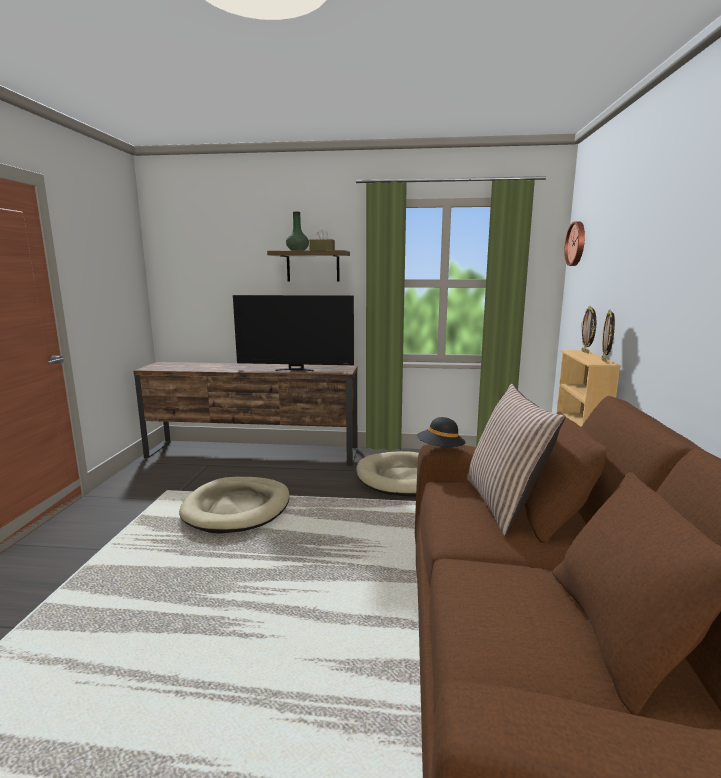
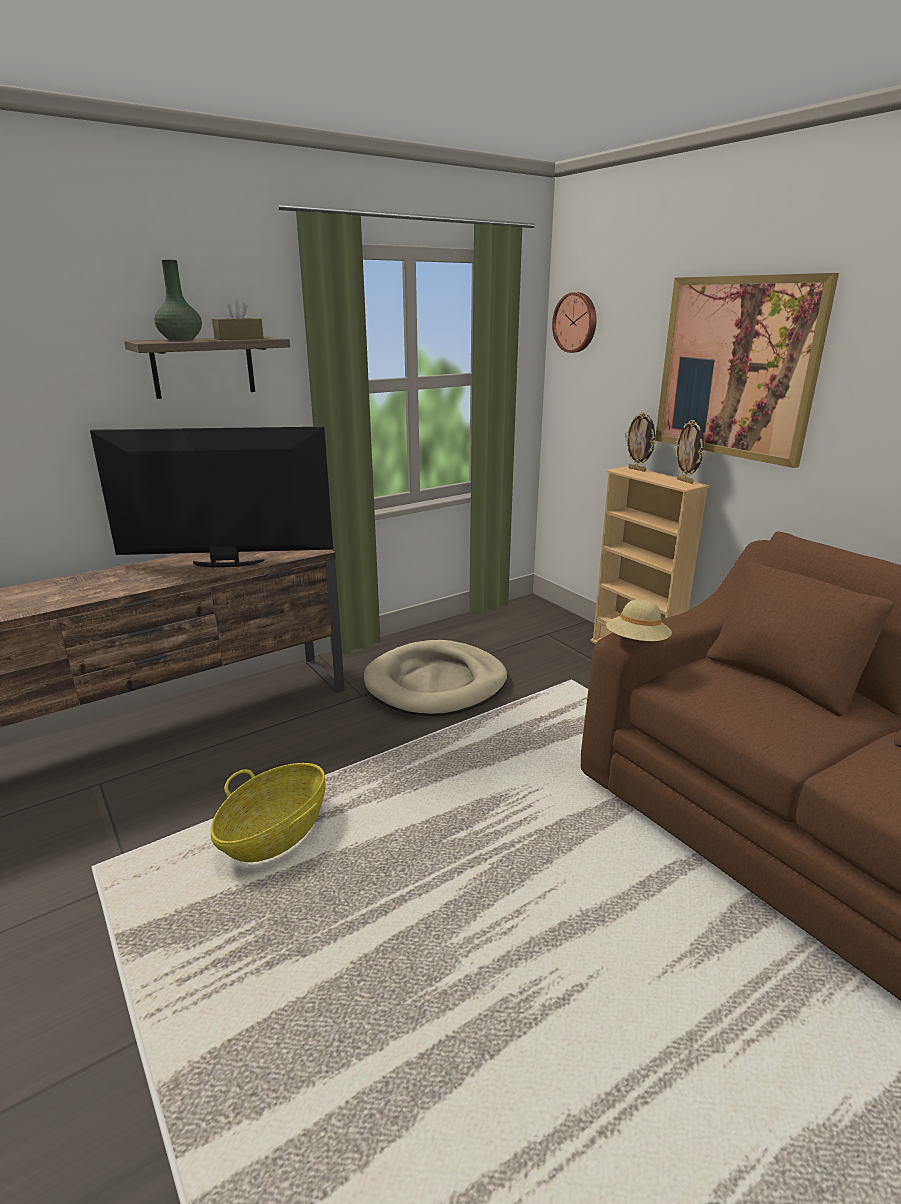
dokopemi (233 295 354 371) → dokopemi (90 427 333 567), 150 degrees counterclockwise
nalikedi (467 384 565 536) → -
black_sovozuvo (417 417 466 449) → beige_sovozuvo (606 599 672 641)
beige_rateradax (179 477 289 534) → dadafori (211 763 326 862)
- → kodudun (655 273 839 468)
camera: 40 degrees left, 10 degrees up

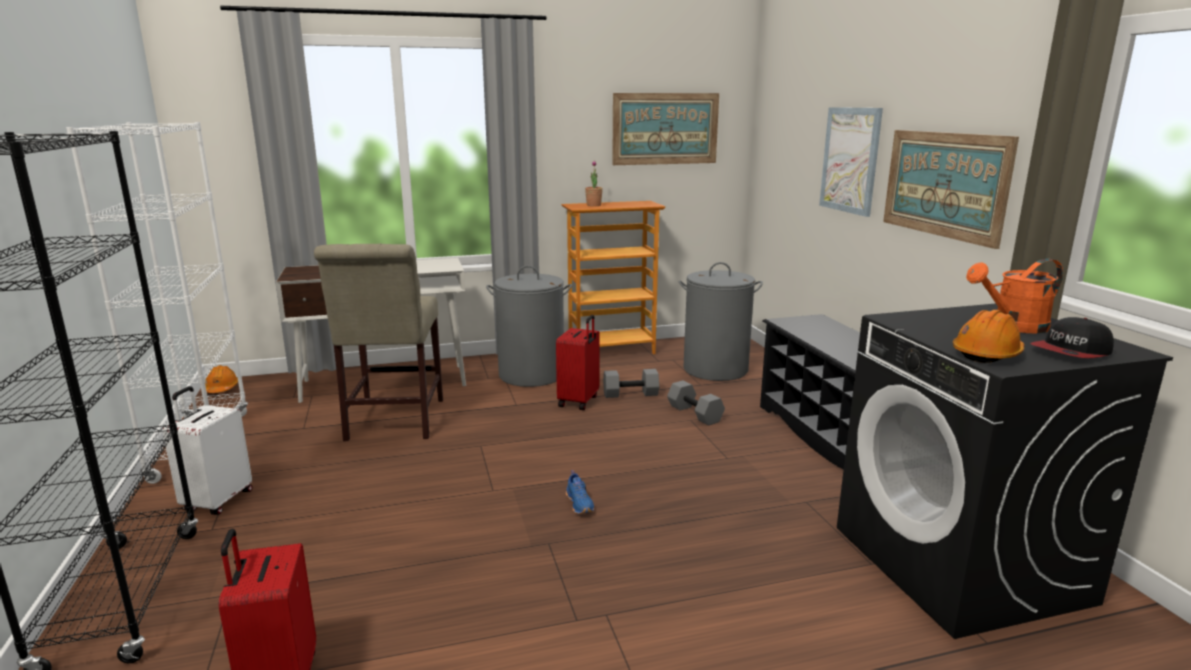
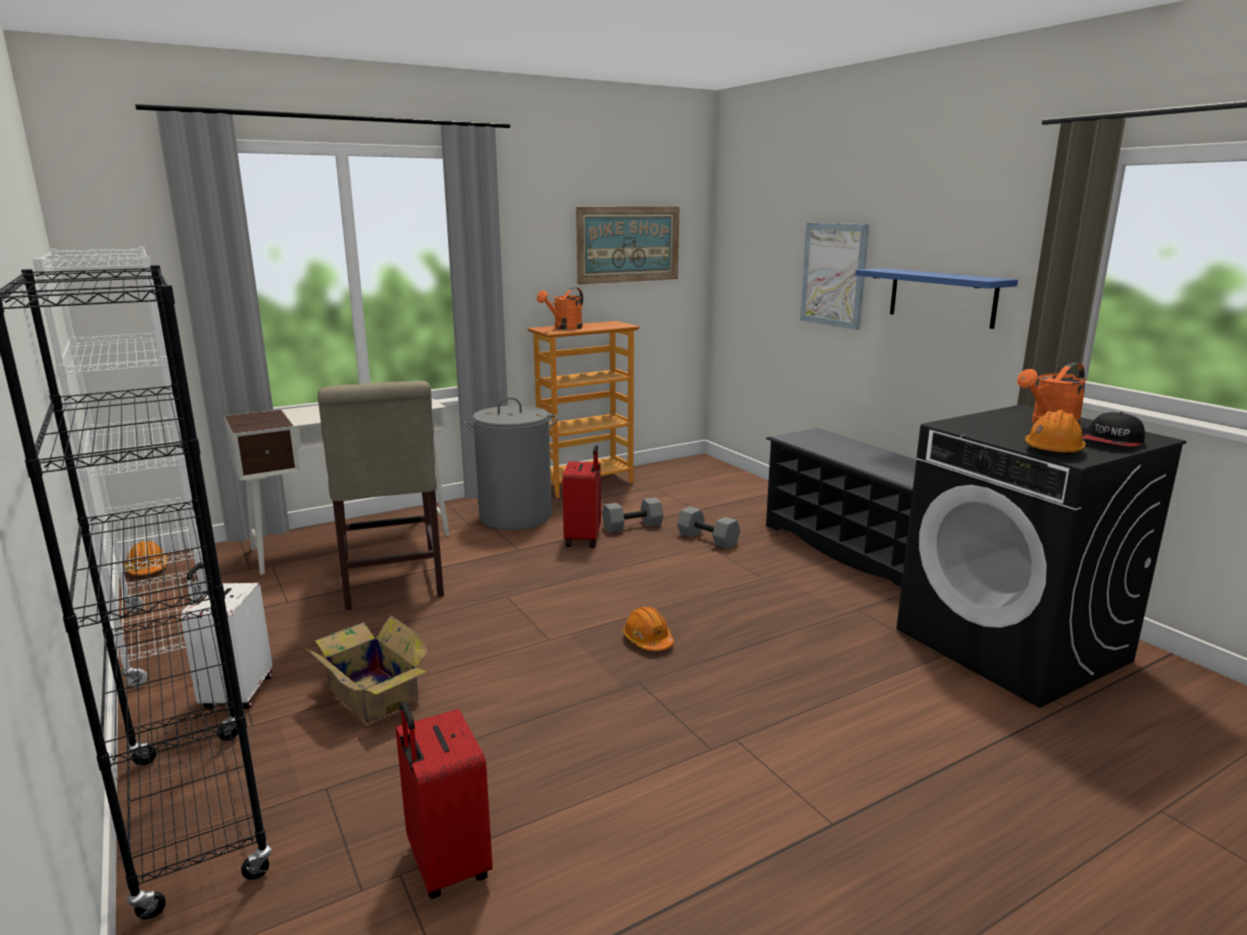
kodudun (883 130 1019 249) → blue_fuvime (855 268 1018 329)
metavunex (585 161 603 206) → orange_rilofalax (537 287 583 330)
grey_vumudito (679 262 763 381) → -
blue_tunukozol (566 470 594 514) → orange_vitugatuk (623 607 674 651)
- → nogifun (304 615 429 723)
camera: 15 degrees left, 0 degrees up

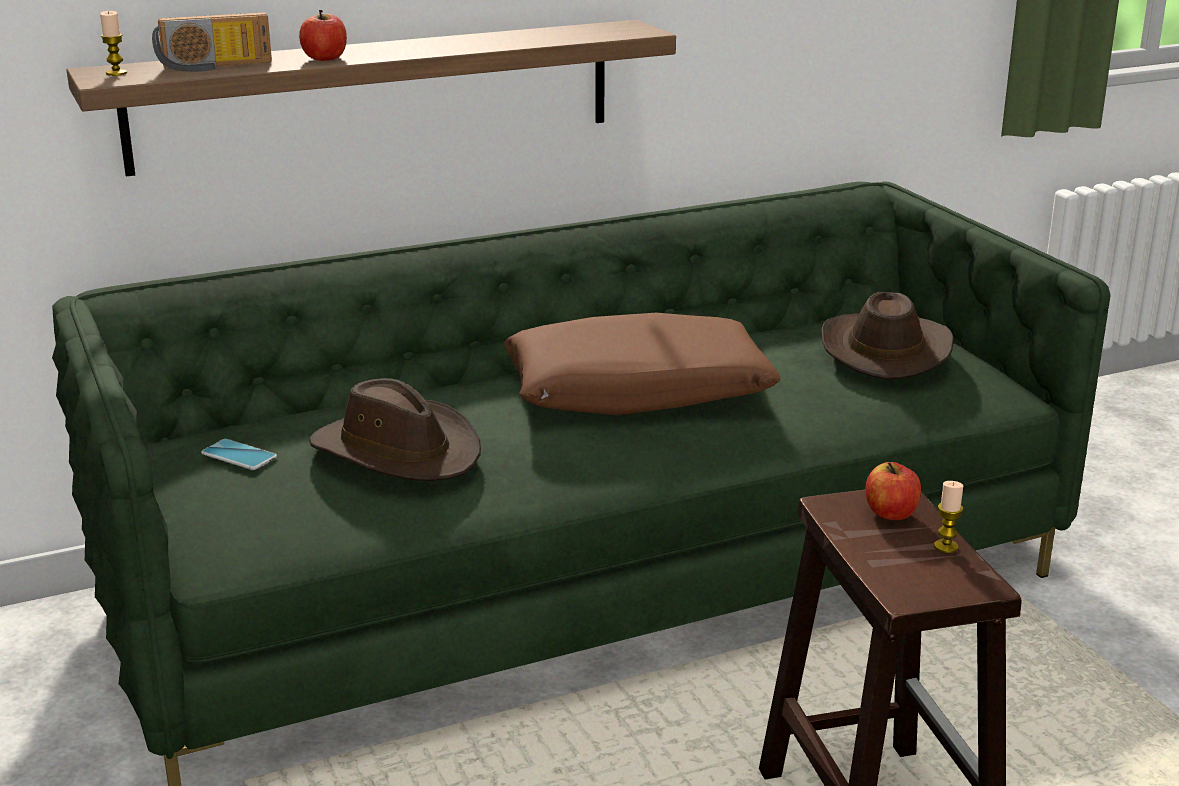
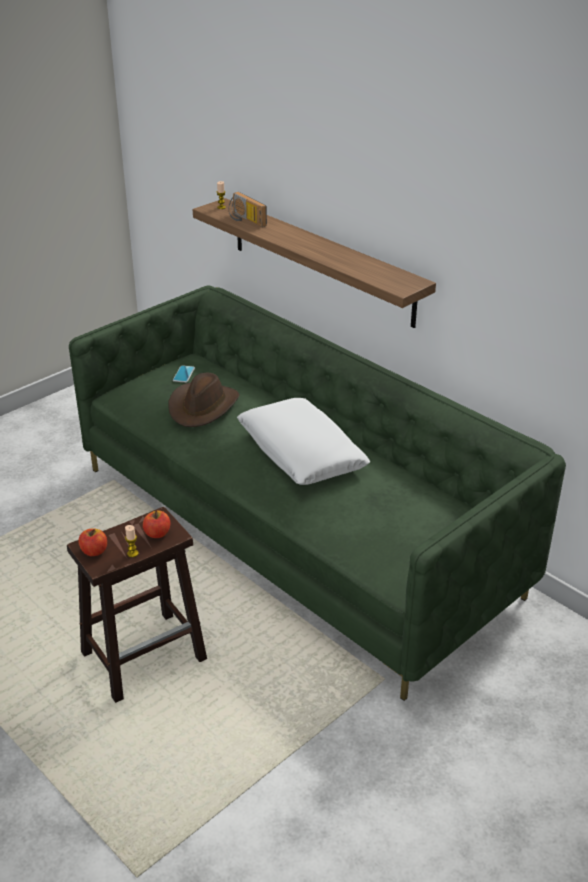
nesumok (299 10 347 61) → nesumok (78 528 107 556), relocated
brown_sovozuvo (821 292 954 379) → -
brown_nalikedi (504 313 781 415) → white_nalikedi (237 398 370 485)
camera: 70 degrees right, 10 degrees up

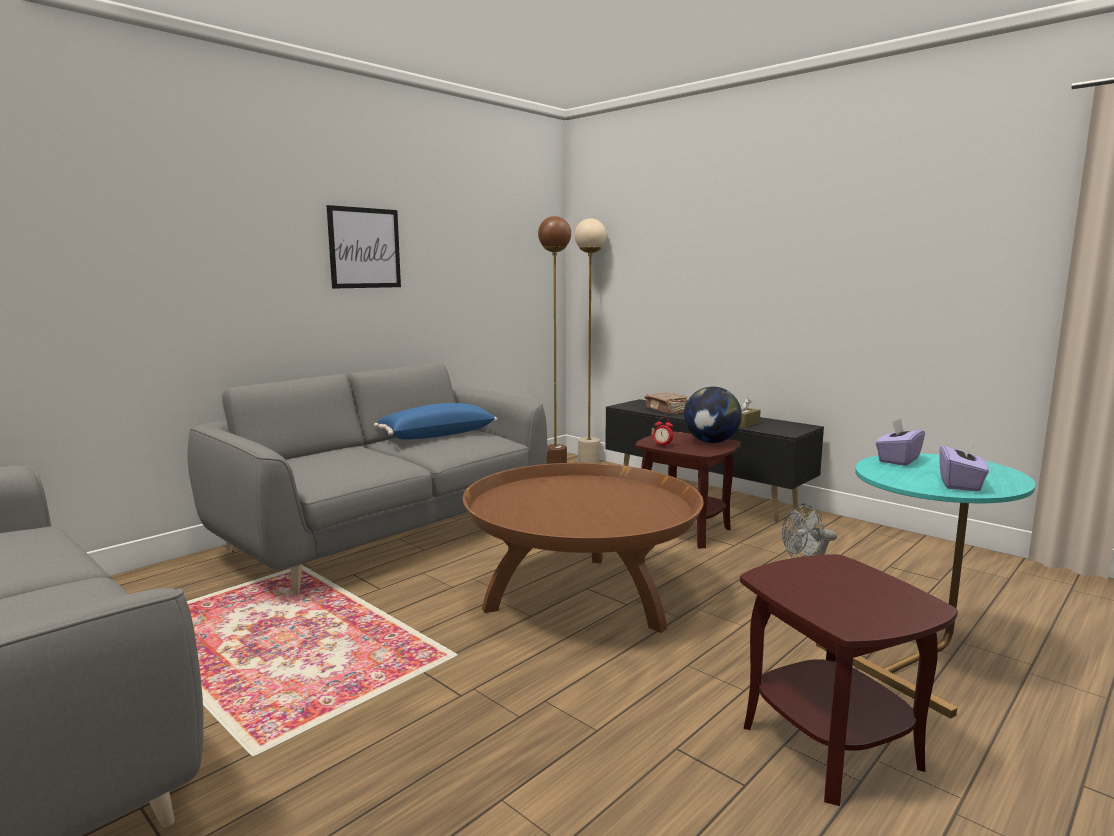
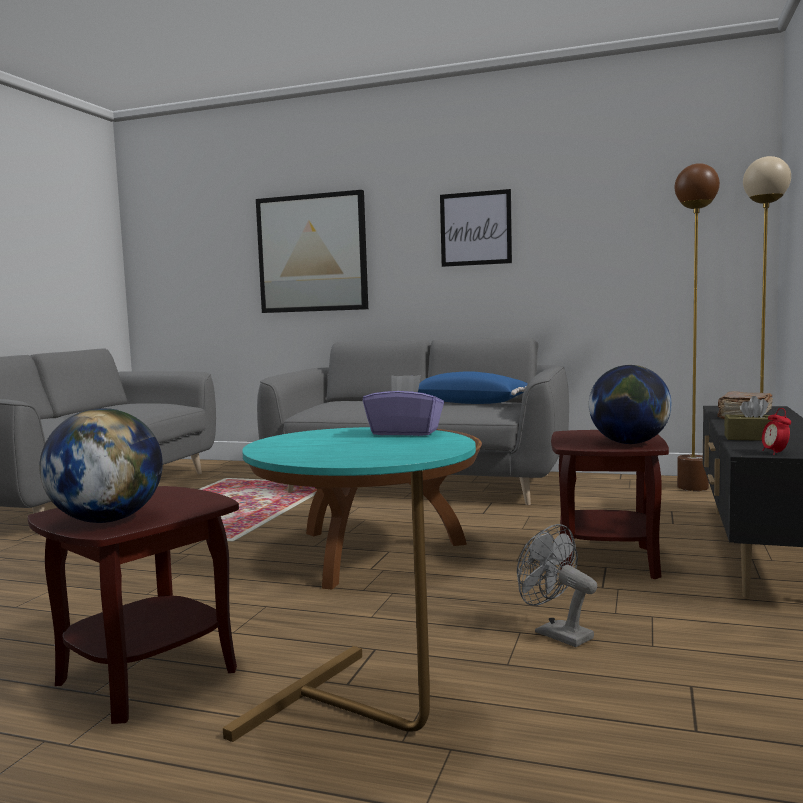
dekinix (653 417 673 446) → dekinix (762 408 791 455), relocated
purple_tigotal (939 439 989 492) → -
- → kodudun (256 190 368 313)
- → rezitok (39 408 163 523)
camera: 65 degrees right, 5 degrees down

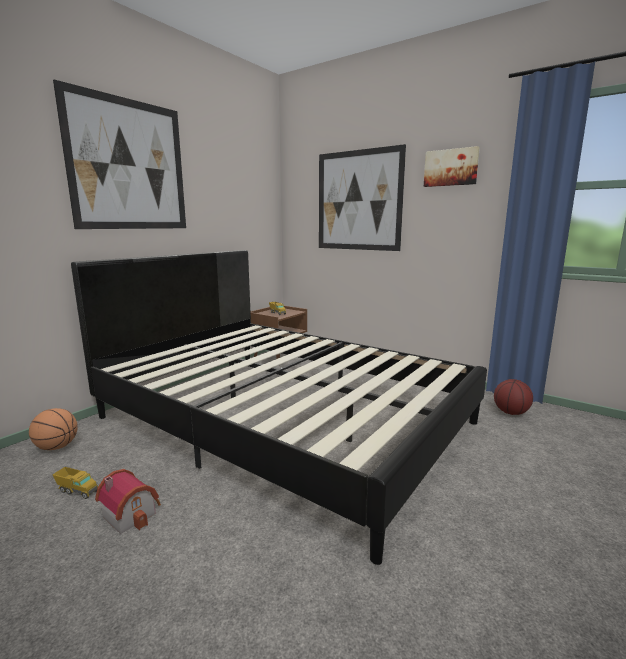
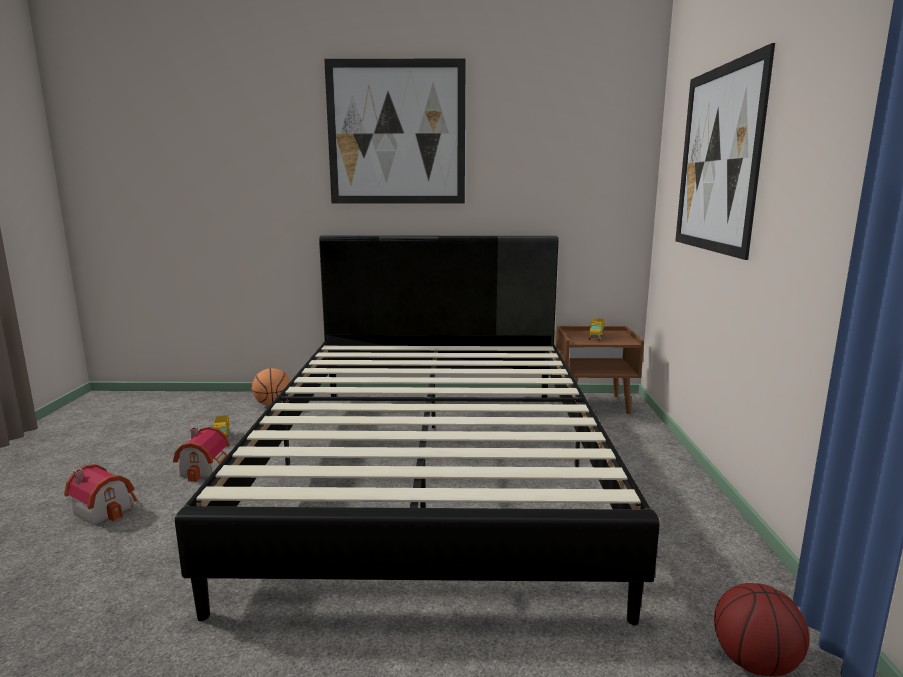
kodudun (424 146 480 187) → -
- → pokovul (64 464 138 525)
camera: 55 degrees right, 0 degrees up

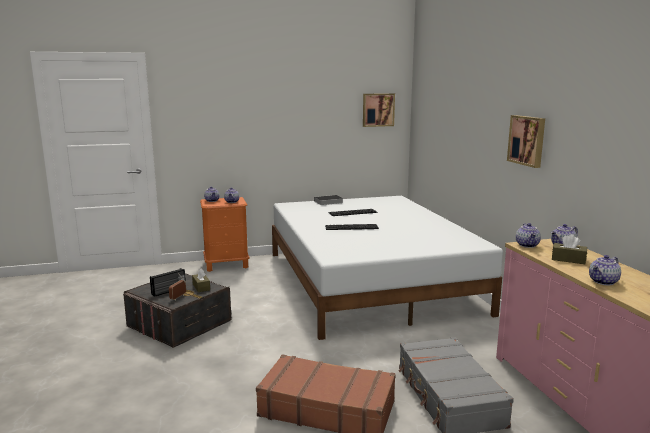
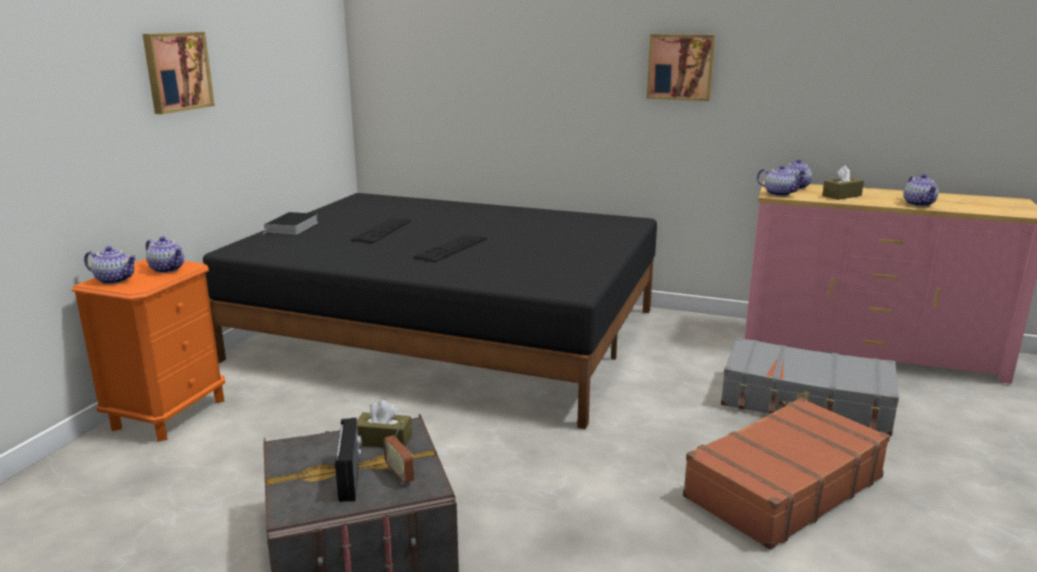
kodudun (363 93 395 127) → kodudun (142 32 215 114), relocated
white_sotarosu (272 196 503 340) → black_sotarosu (203 193 657 429)
camera: 55 degrees left, 5 degrees up

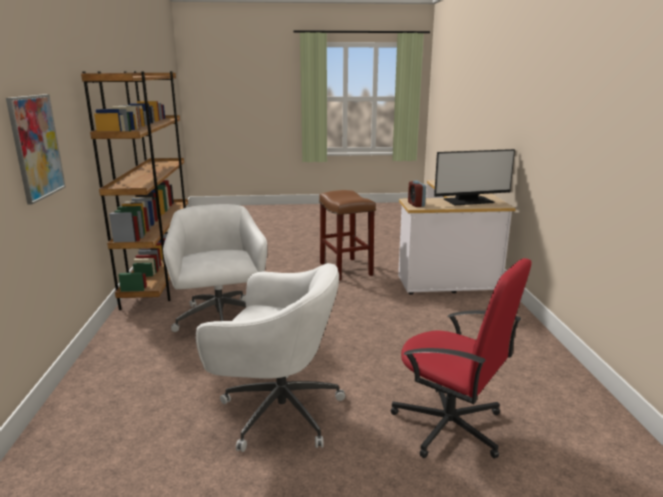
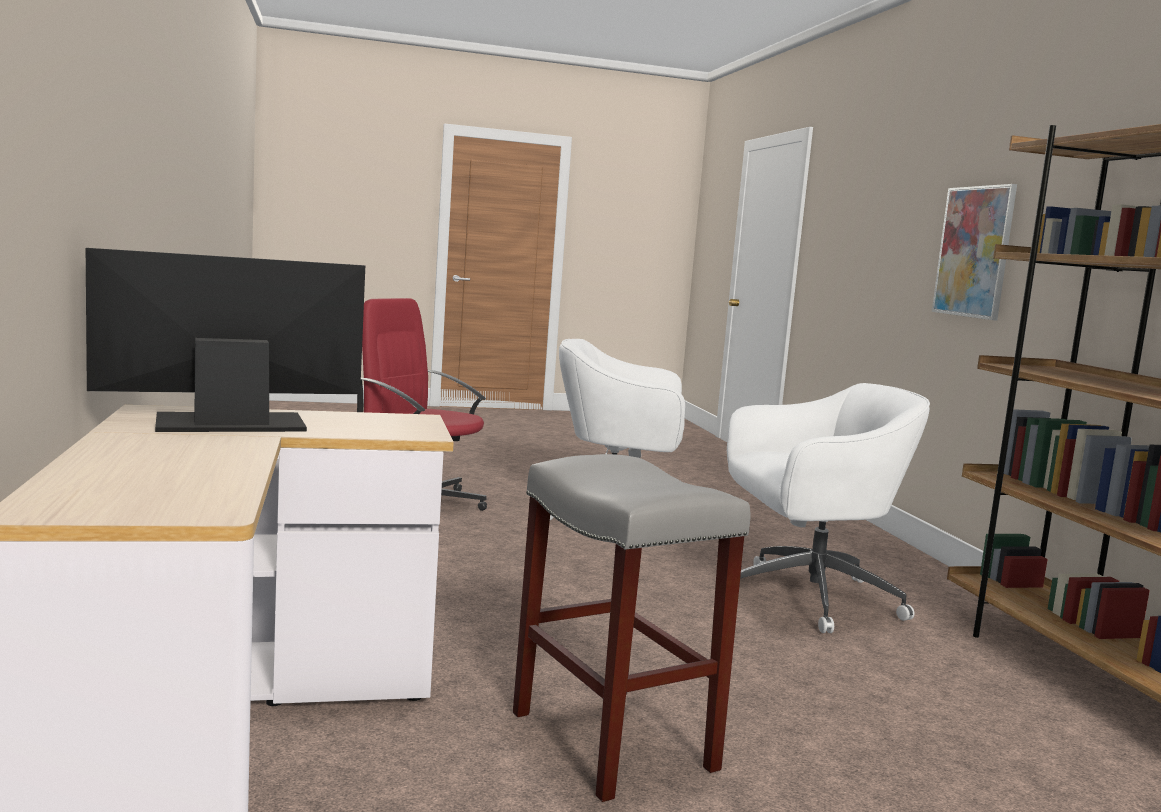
dekinix (408 181 426 207) → -
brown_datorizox (319 190 376 281) → grey_datorizox (513 454 750 802)
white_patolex (163 204 267 332) → white_patolex (727 383 930 633), 75 degrees counterclockwise
camera: 170 degrees right, 10 degrees down

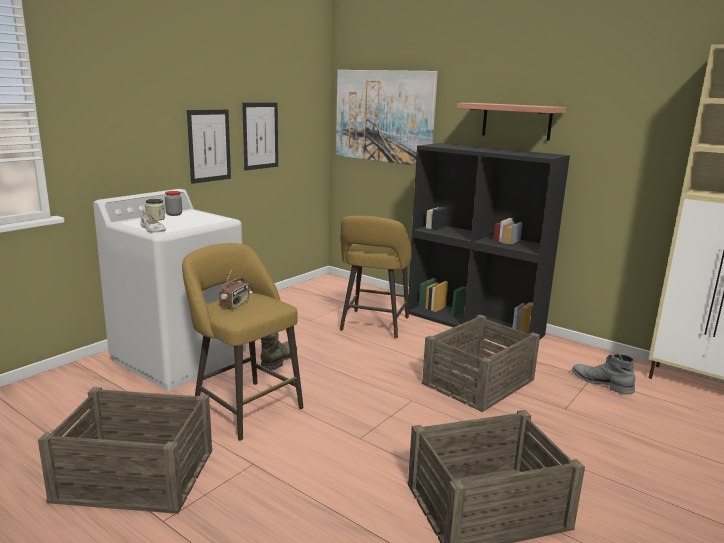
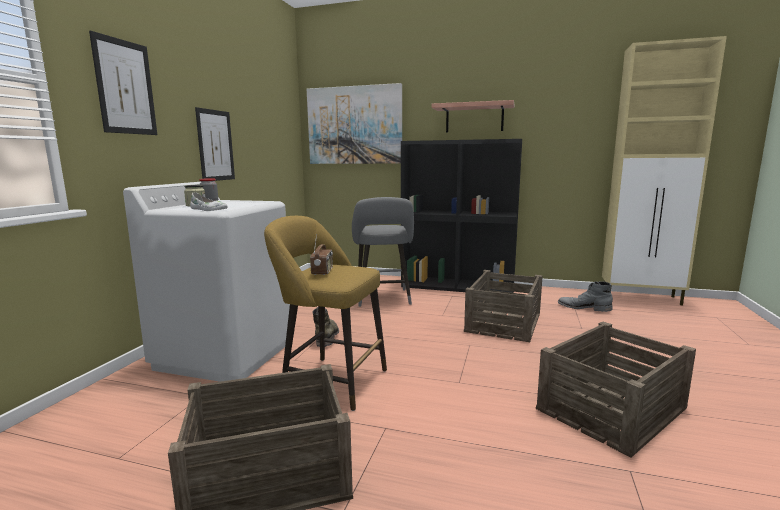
kodudun (242 103 278 171) → kodudun (89 31 157 135), relocated
yellow_datorizox (340 216 411 339) → grey_datorizox (352 197 414 307)
camera: 20 degrees left, 5 degrees down

